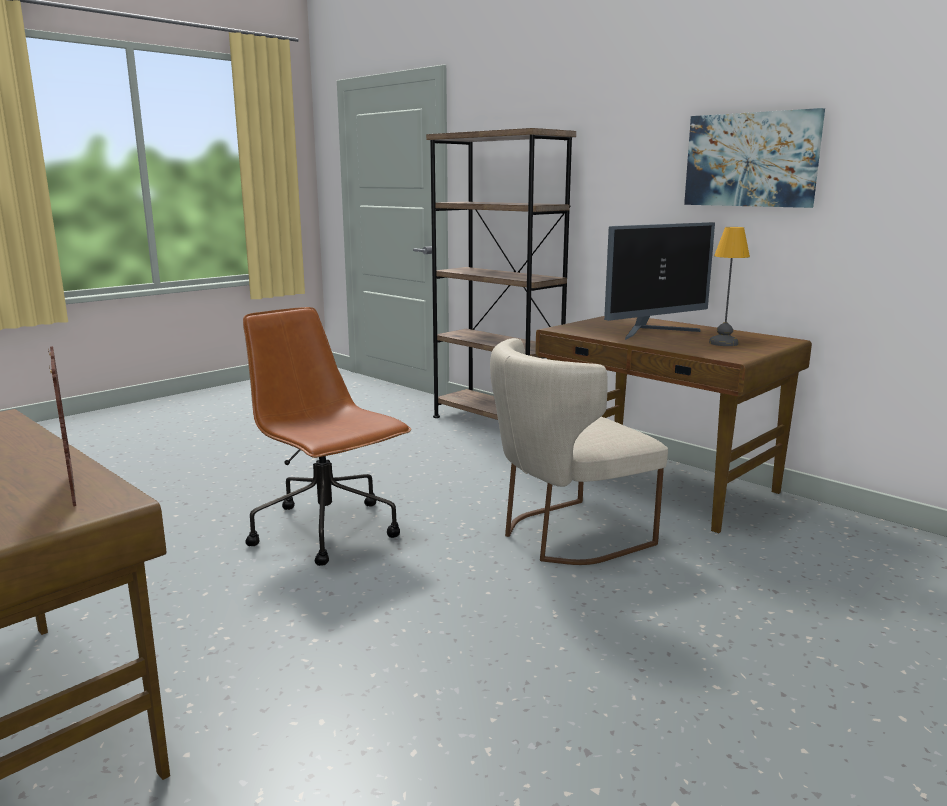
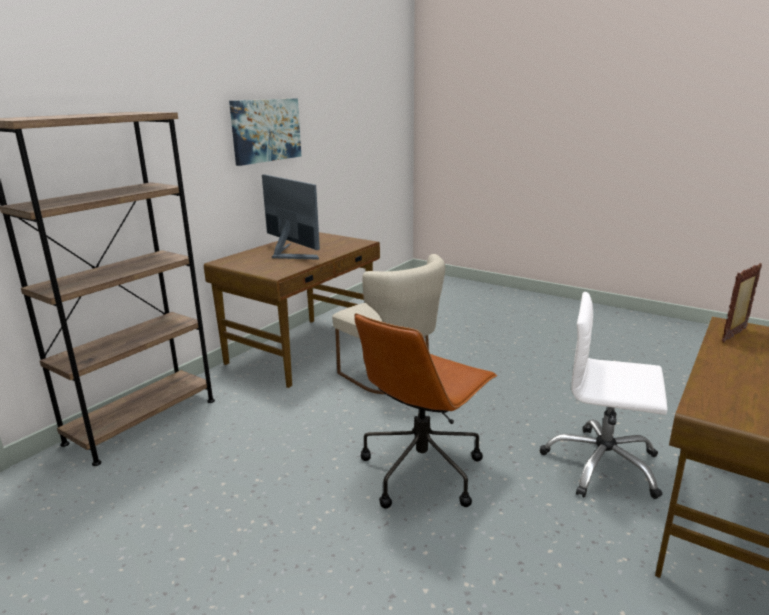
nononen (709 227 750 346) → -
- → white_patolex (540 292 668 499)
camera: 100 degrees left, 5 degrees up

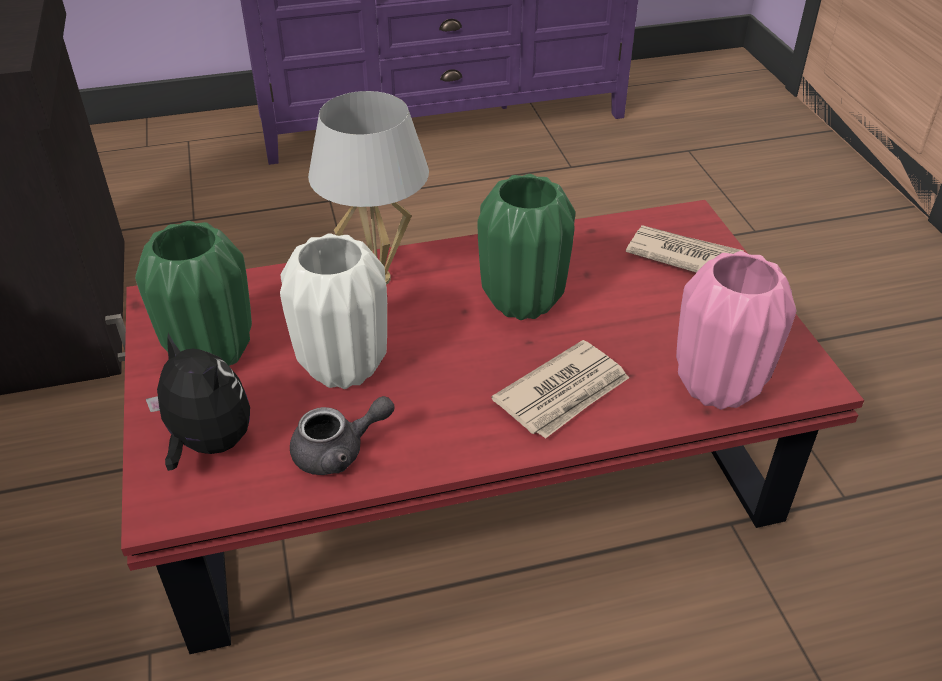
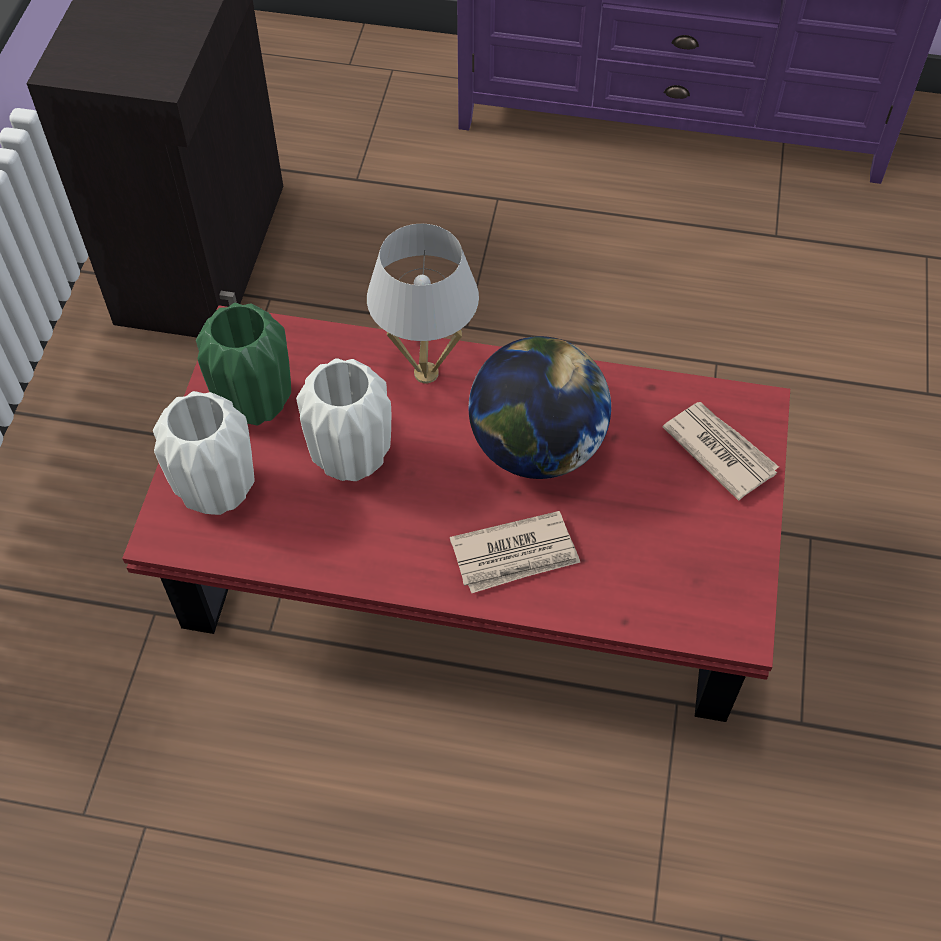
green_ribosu (478 174 575 320) → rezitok (469 336 611 479)
pink_ribosu (676 251 797 410) → -
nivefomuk (146 333 250 471) → white_ribosu (153 391 255 515)
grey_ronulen (290 396 394 475) → -
camera: 25 degrees right, 15 degrees up

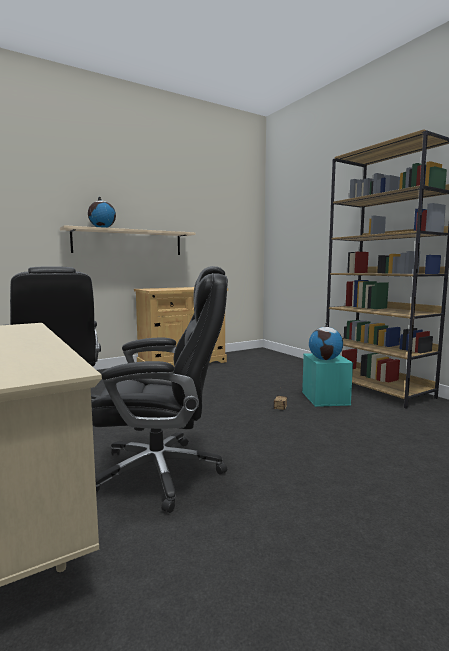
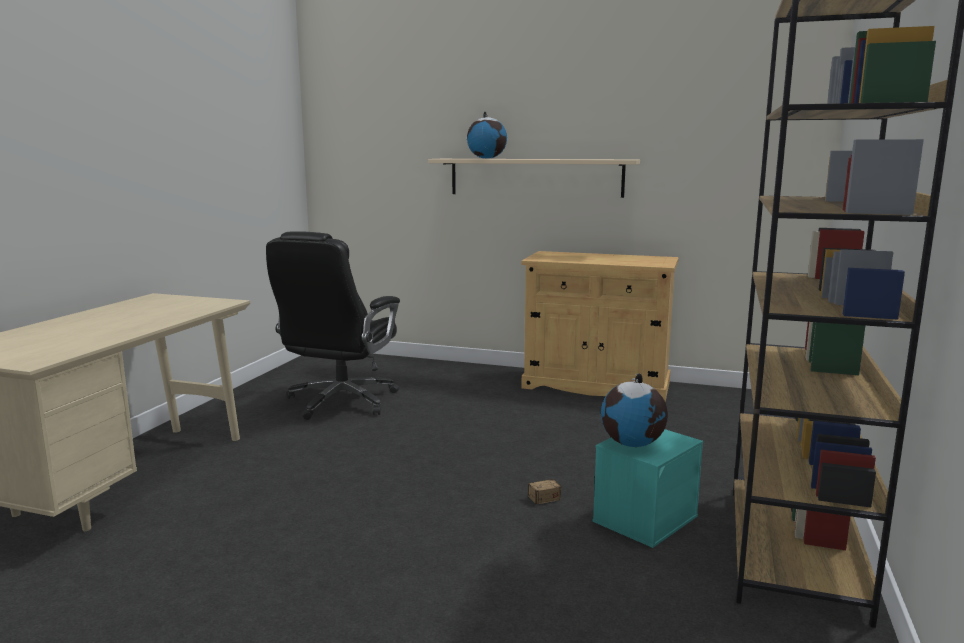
black_patolex (91 266 228 513) → -
camera: 50 degrees right, 5 degrees up

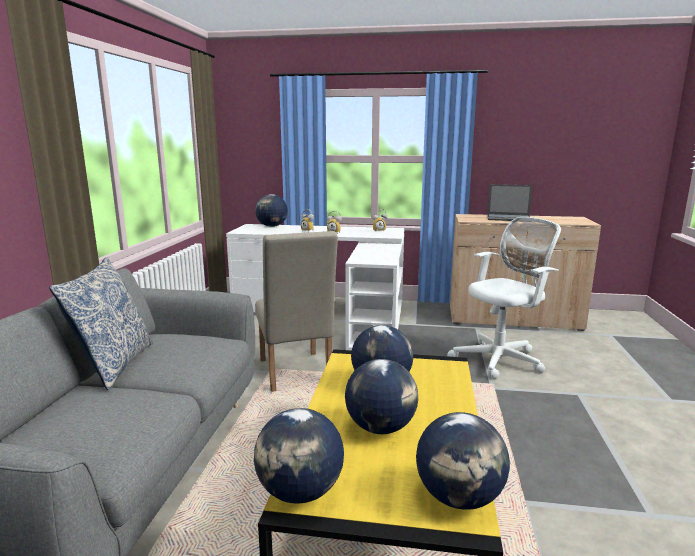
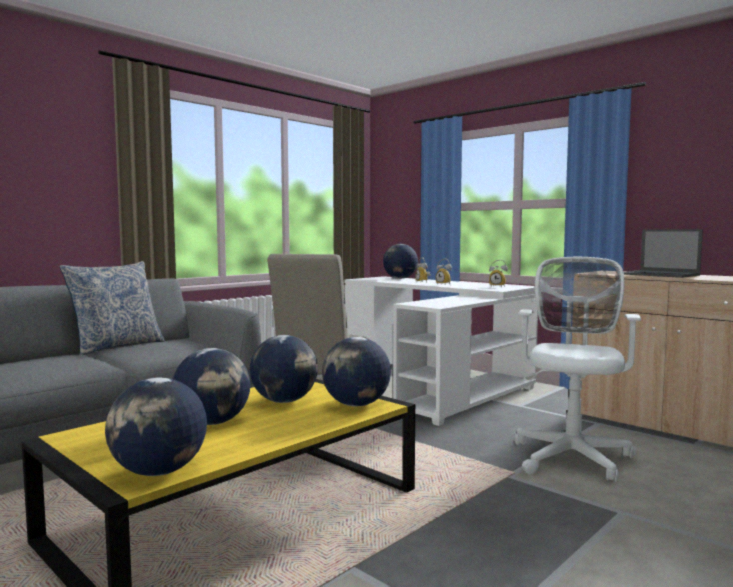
white_patolex (447 217 561 379) → white_patolex (514 257 641 482), 75 degrees counterclockwise
rezitok (254 408 344 503) → rezitok (322 337 391 406), relocated
camera: 35 degrees right, 10 degrees down

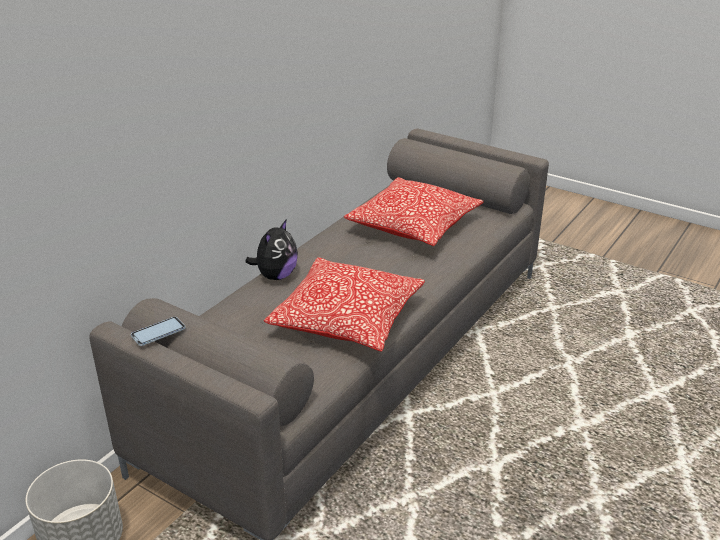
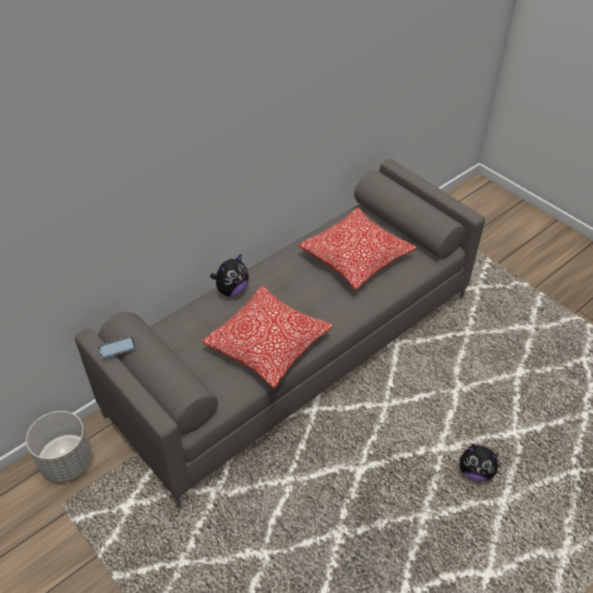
- → nivefomuk (460 444 501 482)
camera: 15 degrees right, 15 degrees up

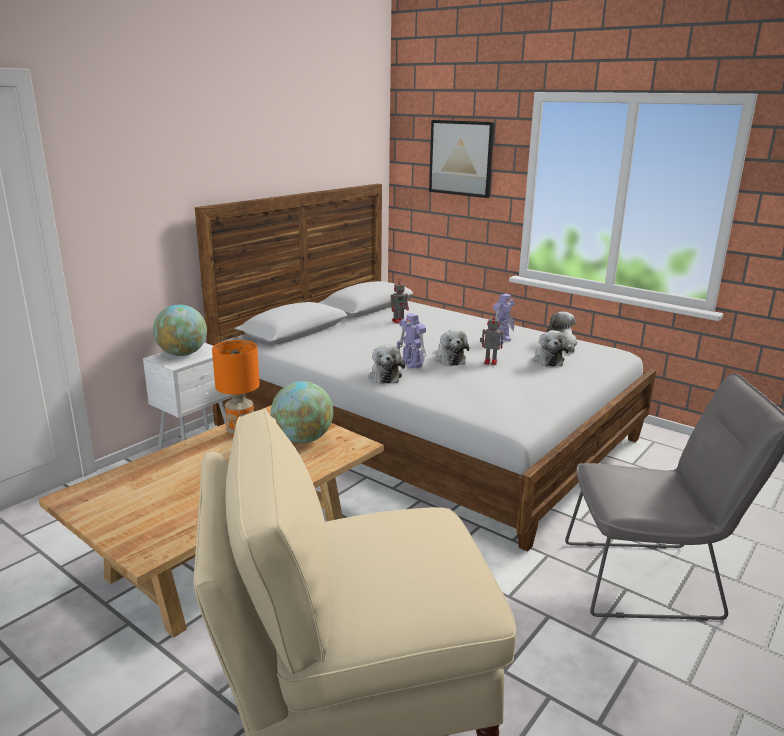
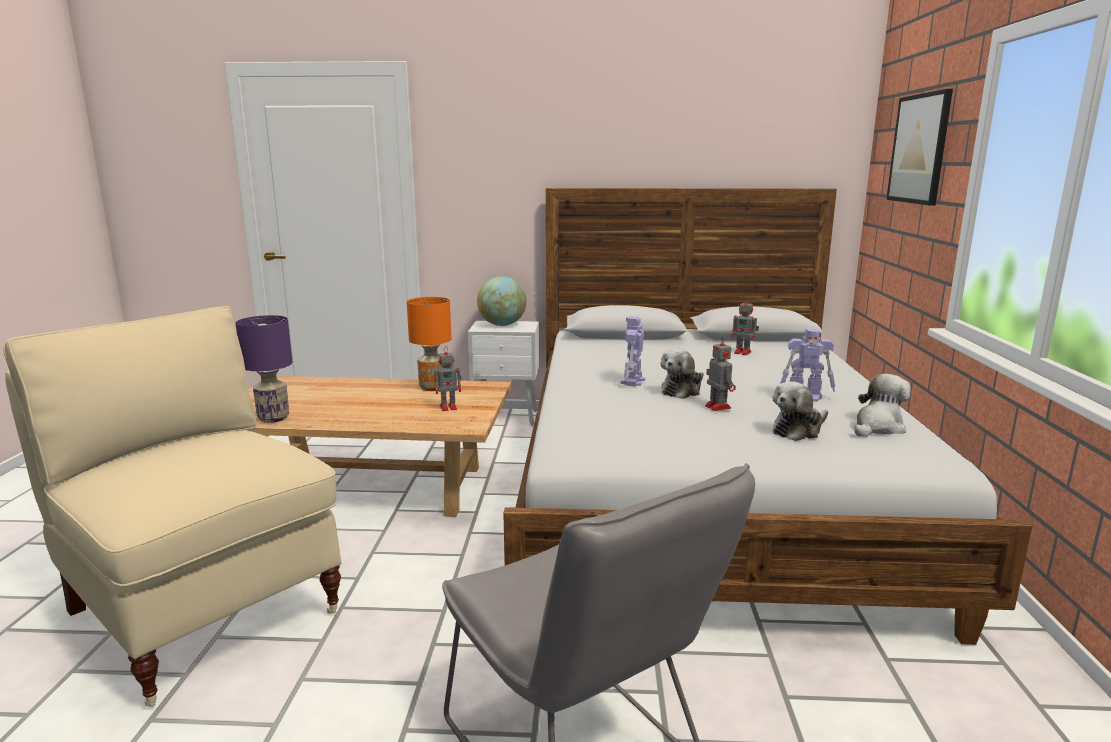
nivefomuk (368 345 405 384) → -
rezitok (271 381 333 443) → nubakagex (434 346 462 411)
- → purple_nononen (236 315 292 423)
camera: 55 degrees right, 5 degrees down

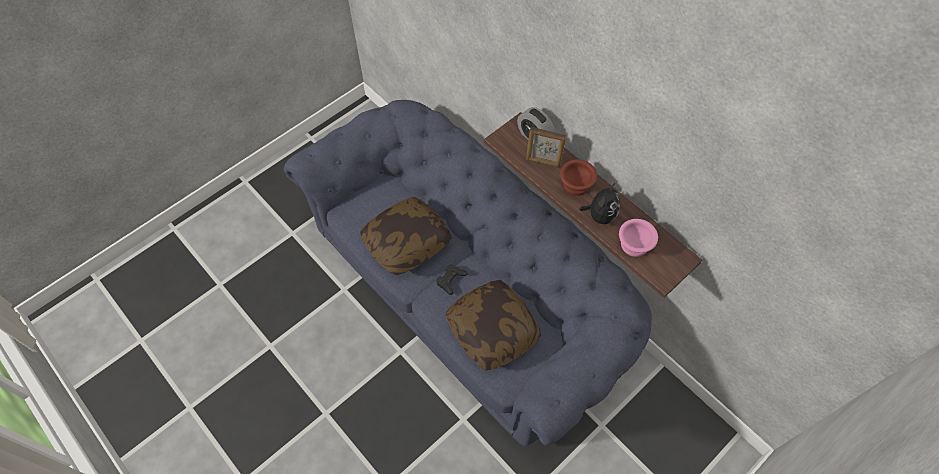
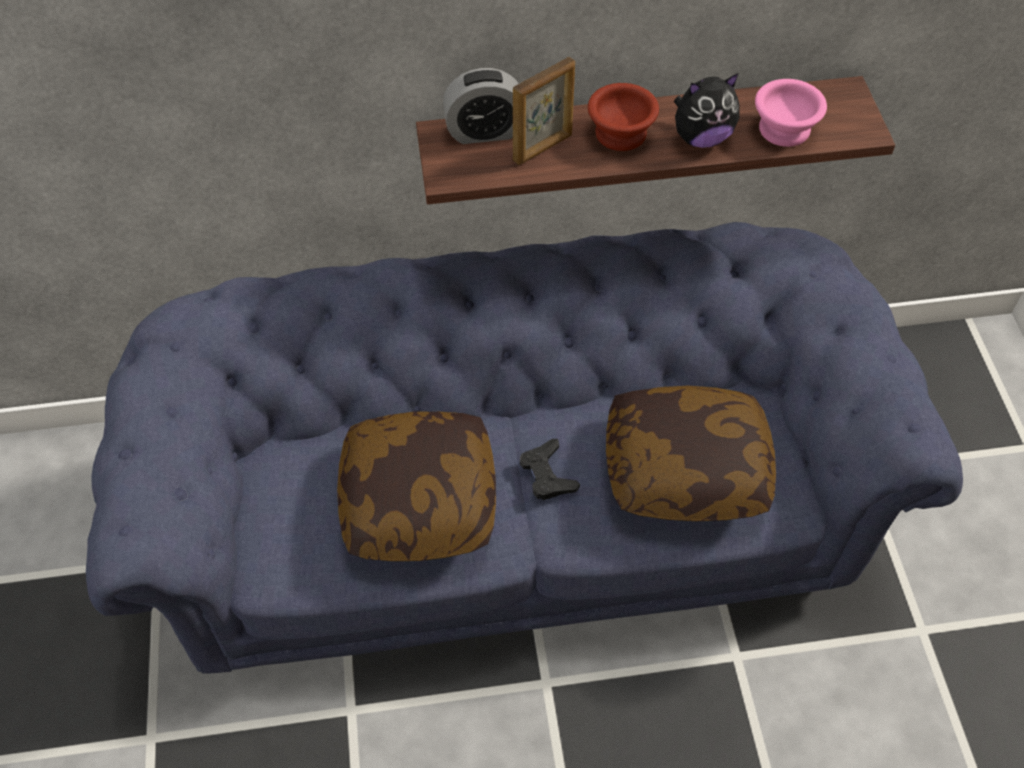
nivefomuk (579 183 621 224) → nivefomuk (674 73 740 148), 105 degrees clockwise
camera: 55 degrees left, 5 degrees down

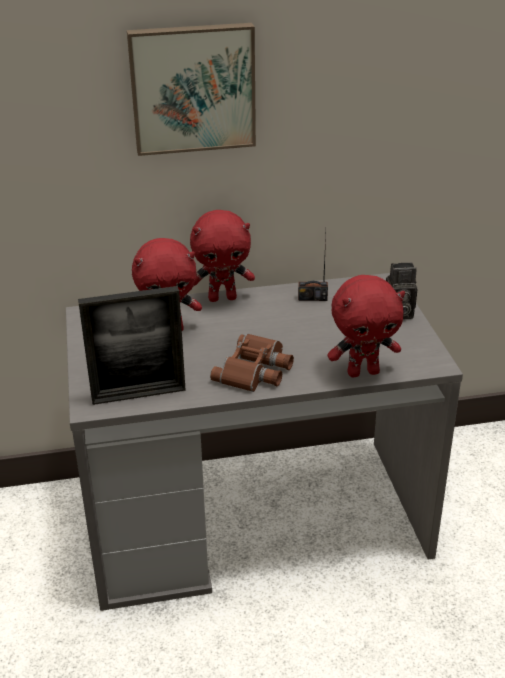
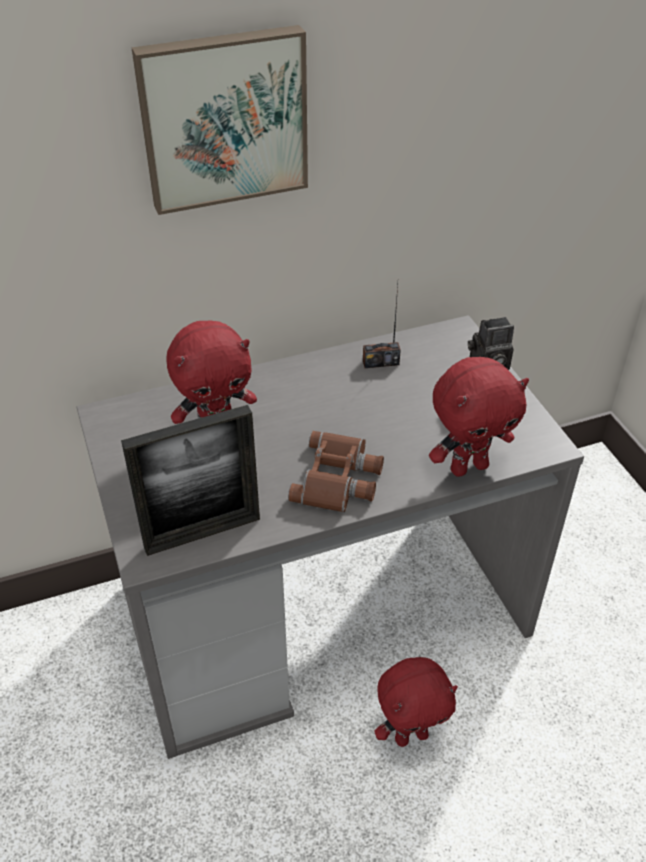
red_nivefomuk (190 210 255 302) → red_nivefomuk (374 657 458 747), relocated
camera: 10 degrees left, 10 degrees up

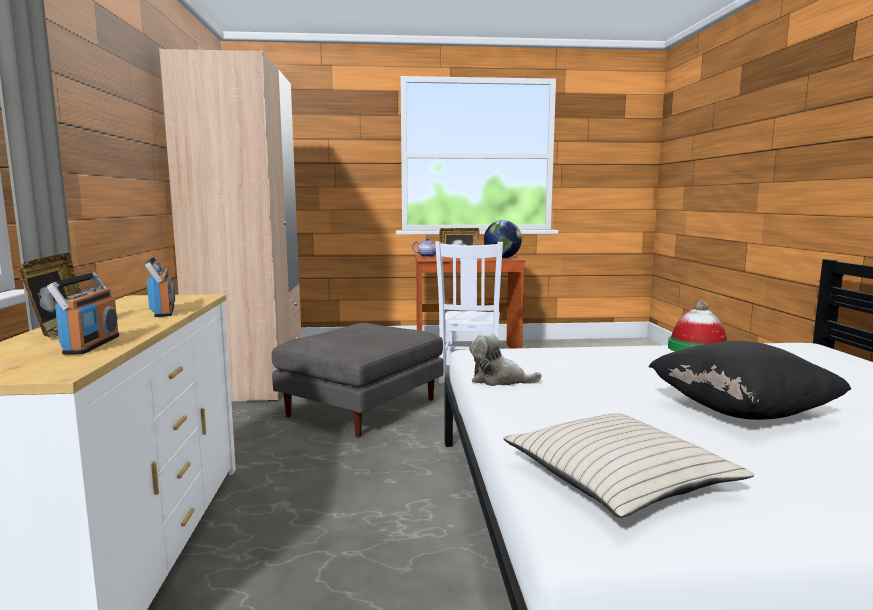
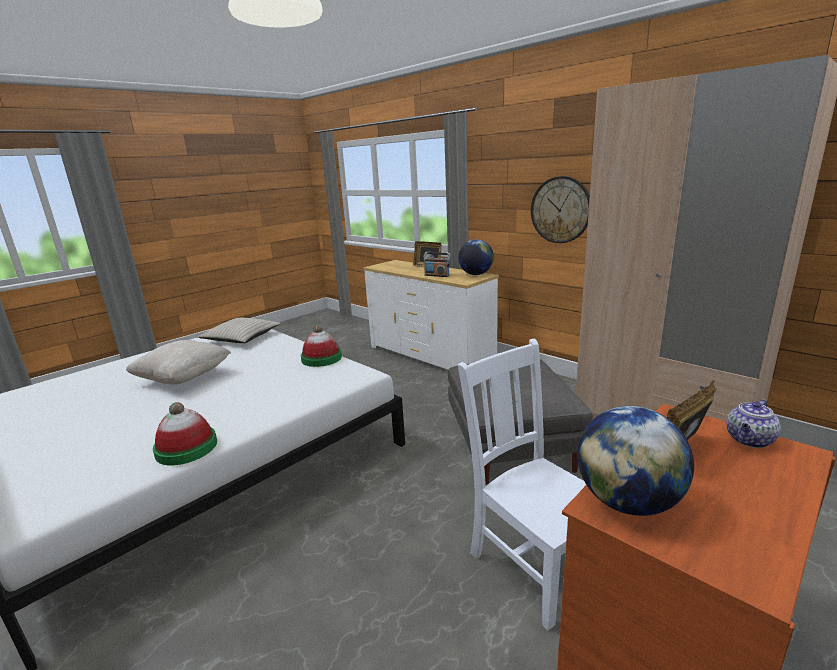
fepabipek (47 272 119 355) → -
nivefomuk (469 332 542 386) → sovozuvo (301 325 342 367)
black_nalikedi (648 341 851 420) → beige_nalikedi (126 340 231 385)
- → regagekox (531 176 590 243)
- → rezitok (458 239 494 275)
camera: 140 degrees right, 10 degrees up

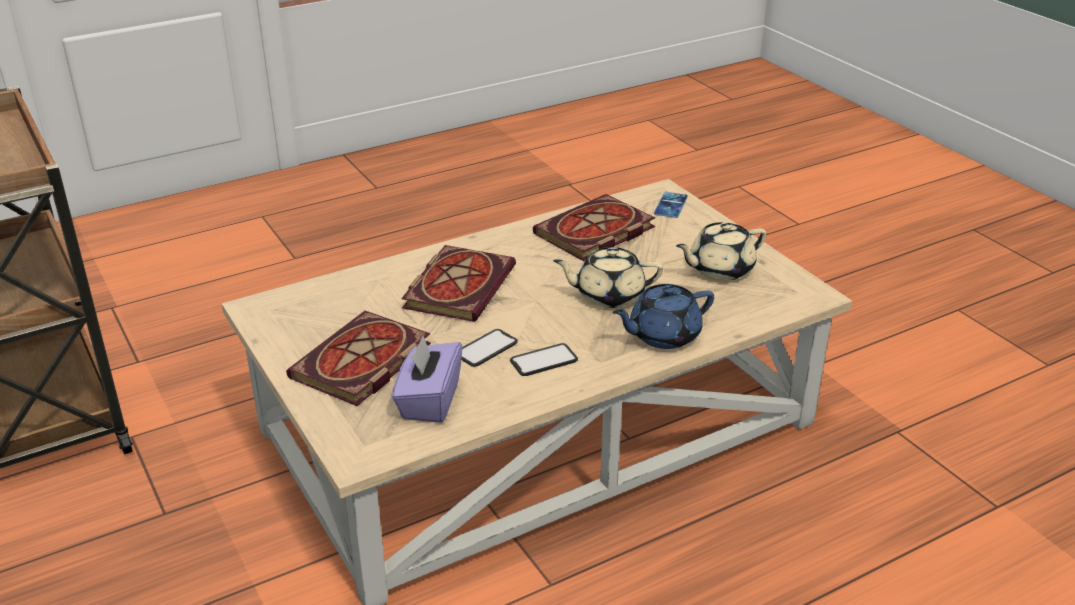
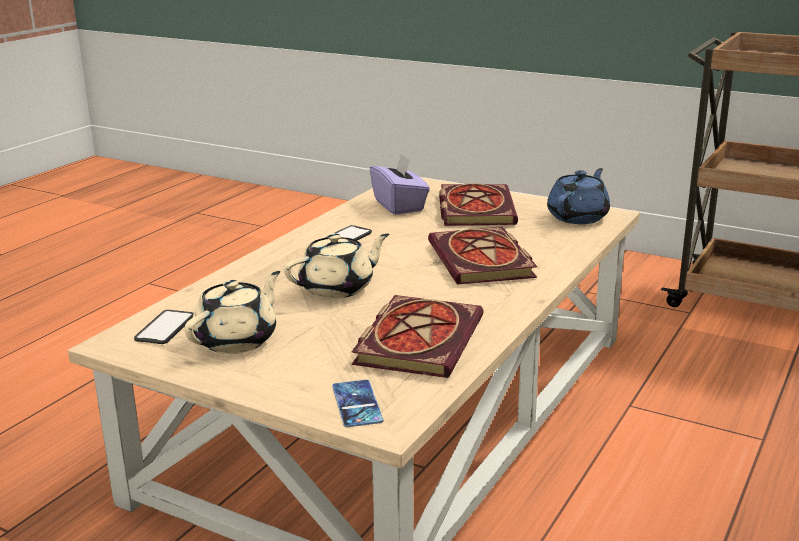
blue_ronulen (613 284 714 349) → blue_ronulen (547 168 610 224), relocated
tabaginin (461 329 518 367) → tabaginin (134 310 194 344), relocated
camera: 150 degrees right, 10 degrees down

